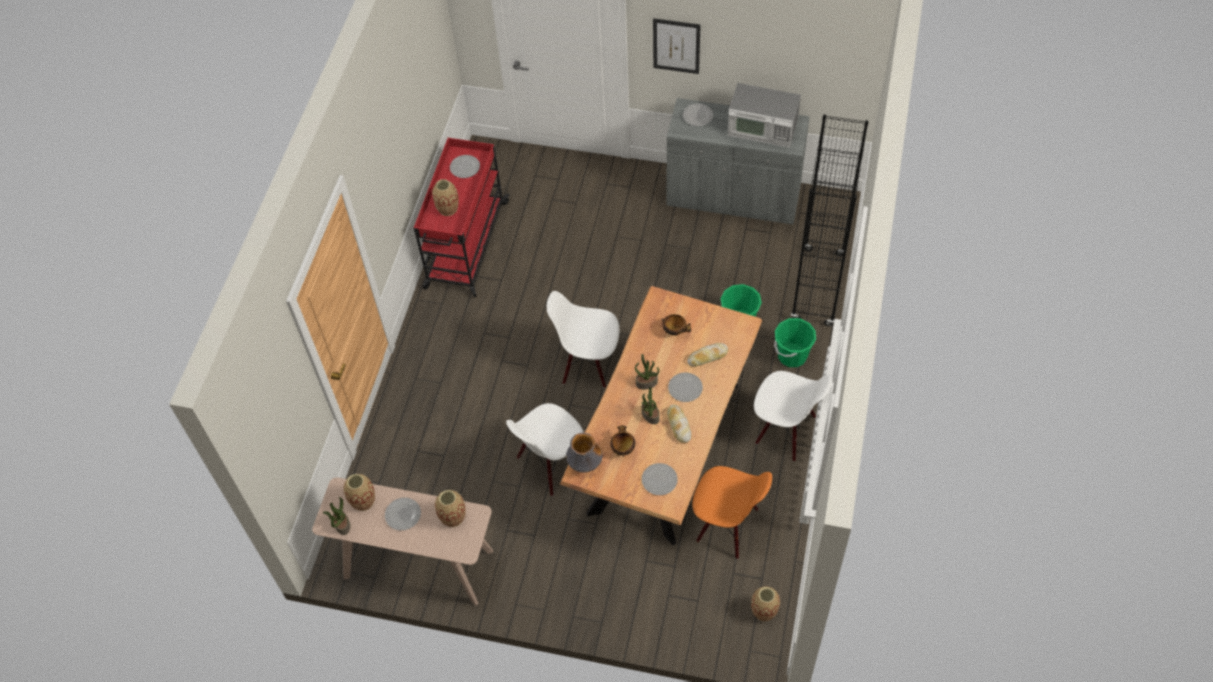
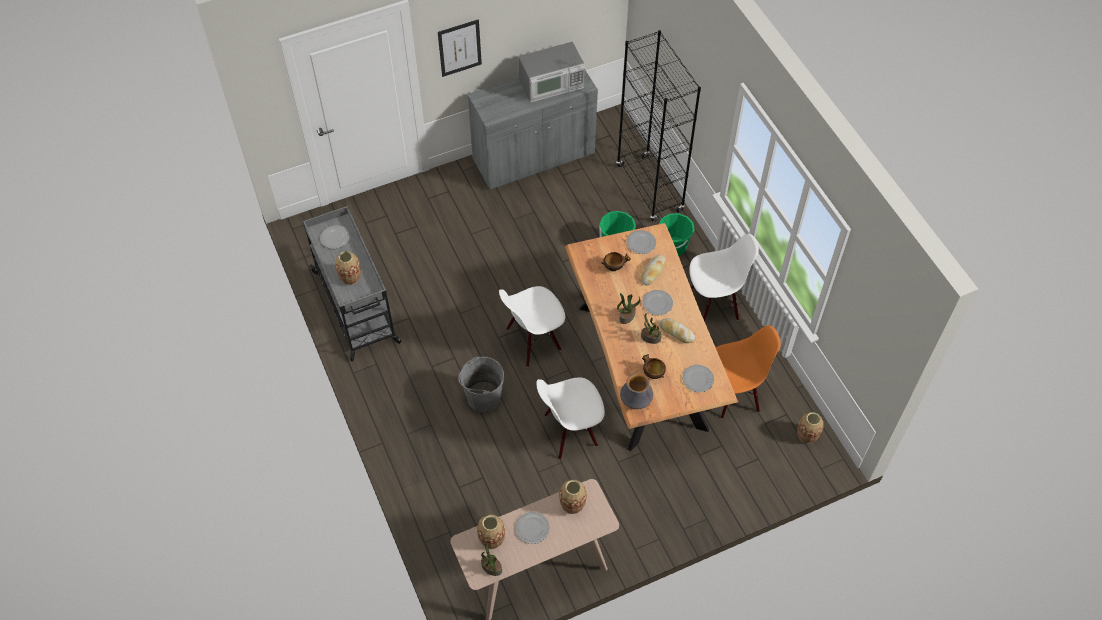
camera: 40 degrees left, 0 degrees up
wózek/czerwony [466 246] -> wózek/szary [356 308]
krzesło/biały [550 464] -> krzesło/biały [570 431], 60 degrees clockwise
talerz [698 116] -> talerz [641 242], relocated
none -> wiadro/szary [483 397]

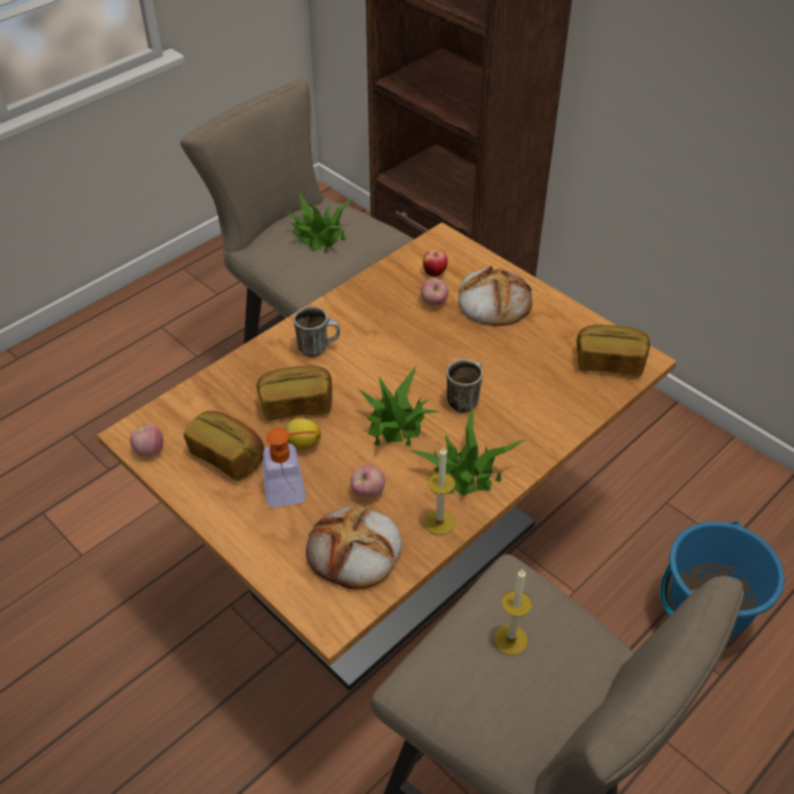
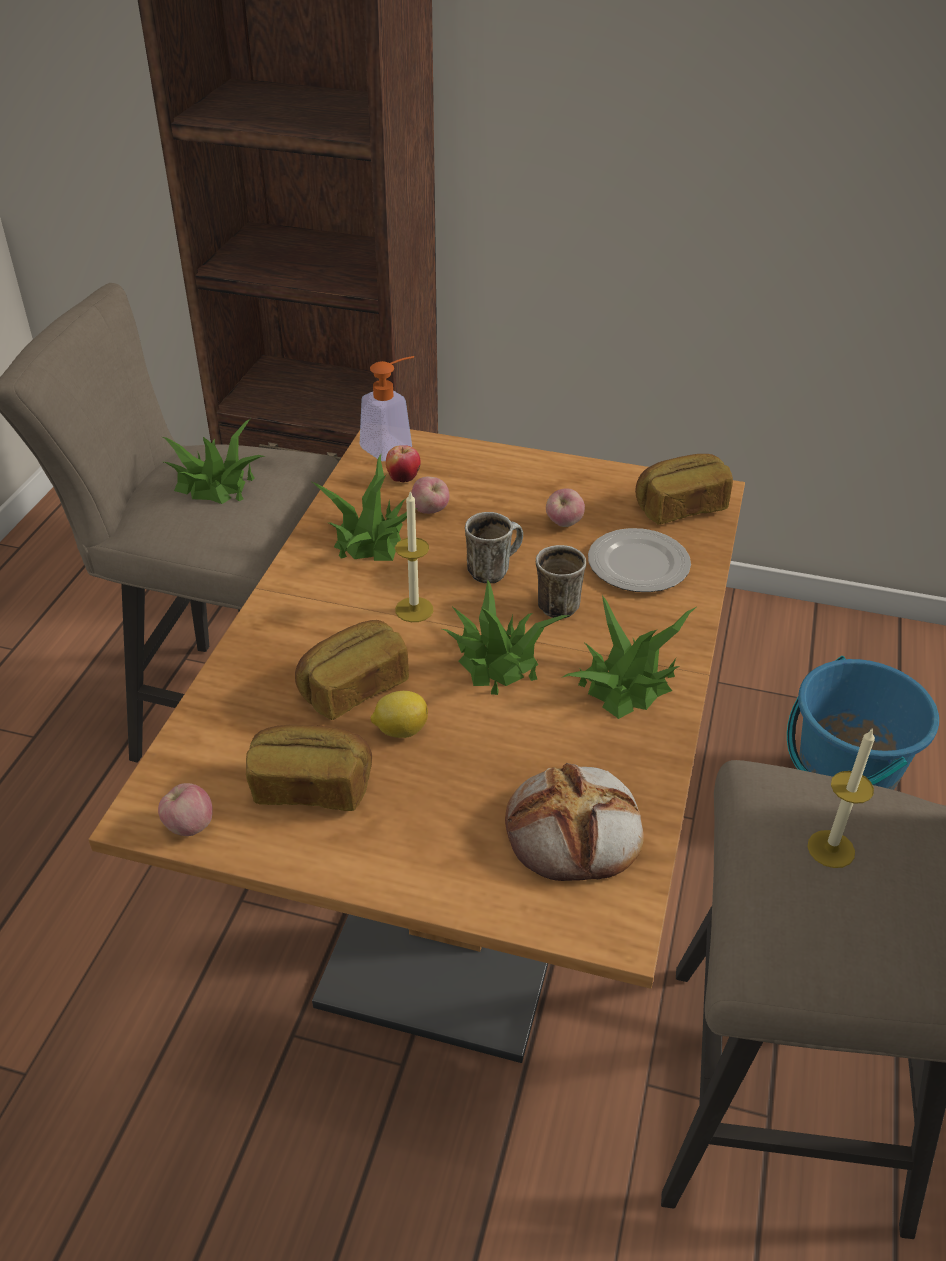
camera: 30 degrees left, 5 degrees down
dozownik mydła [293 491] -> dozownik mydła [393 445], relocated
kubek [318 347] -> kubek [493 569], relocated
jabłko [368 492] -> jabłko [564 524], relocated
świeca [439 522] -> świeca [414 609], relocated
chleb [493 301] -> none
none -> roślina doniczkowa [370 537]
none -> talerz [637 565]

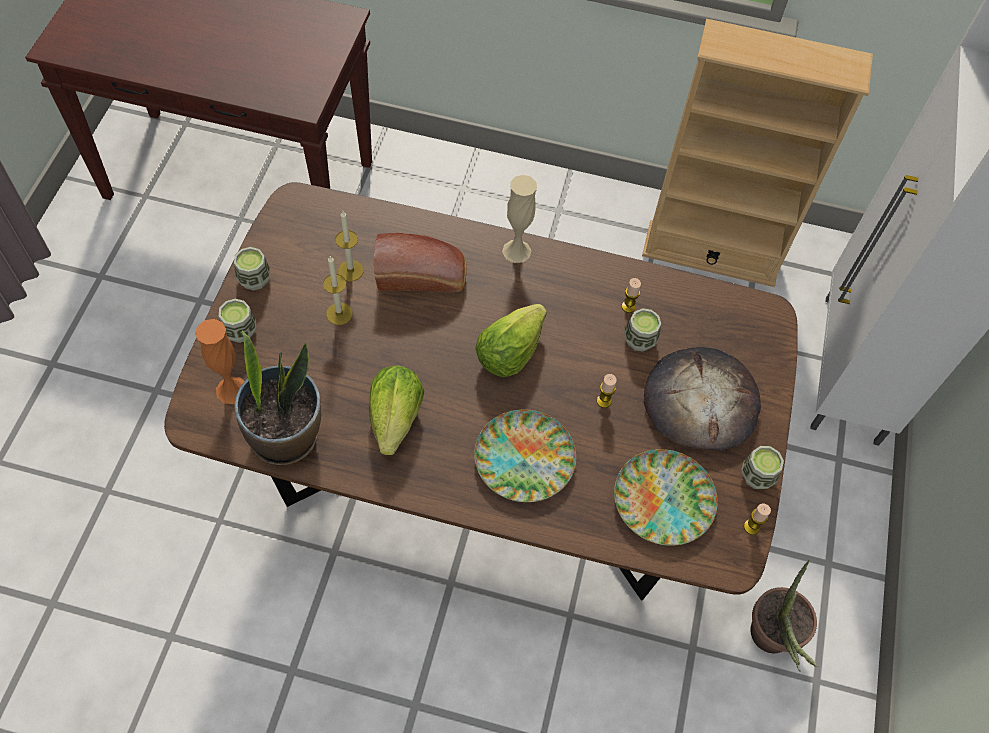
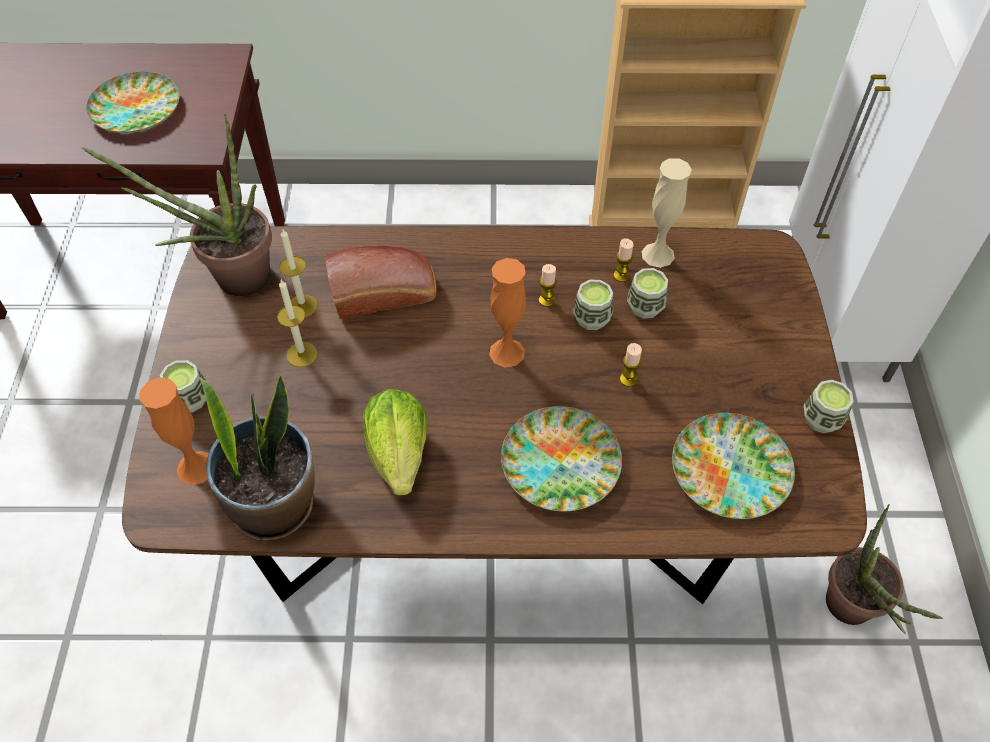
camera: 10 degrees left, 5 degrees down
filiżanka [254 279] -> filiżanka [591 318], relocated
sałata [509 353] -> wazon/pomarańczowy [507 352]
wazon/beżowy [516 251] -> wazon/beżowy [658 254], relocated
chleb [700 401] -> none
świeca [751 527] -> świeca [546 300], relocated
none -> roślina doniczkowa [231 279]
none -> talerz [136 109]

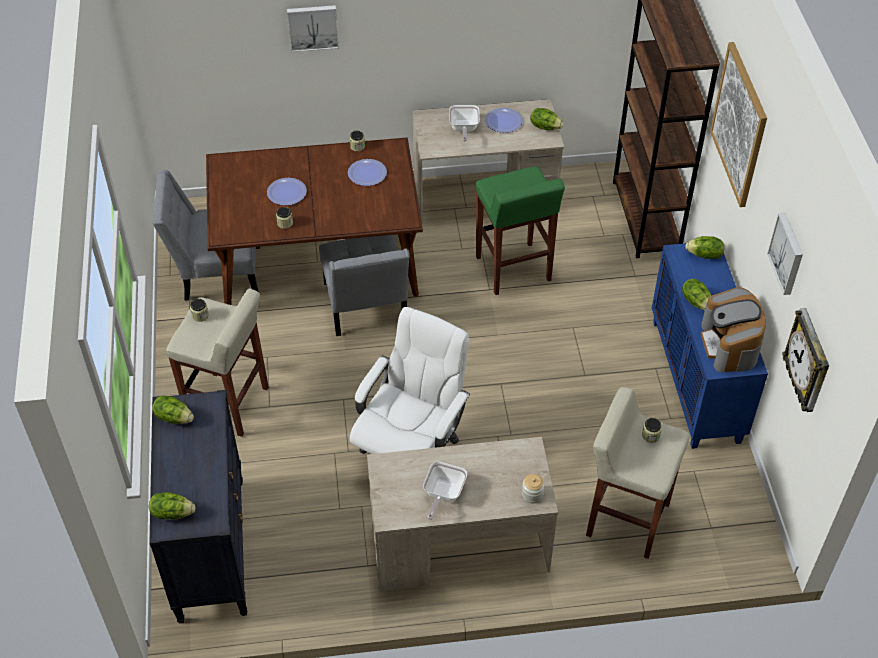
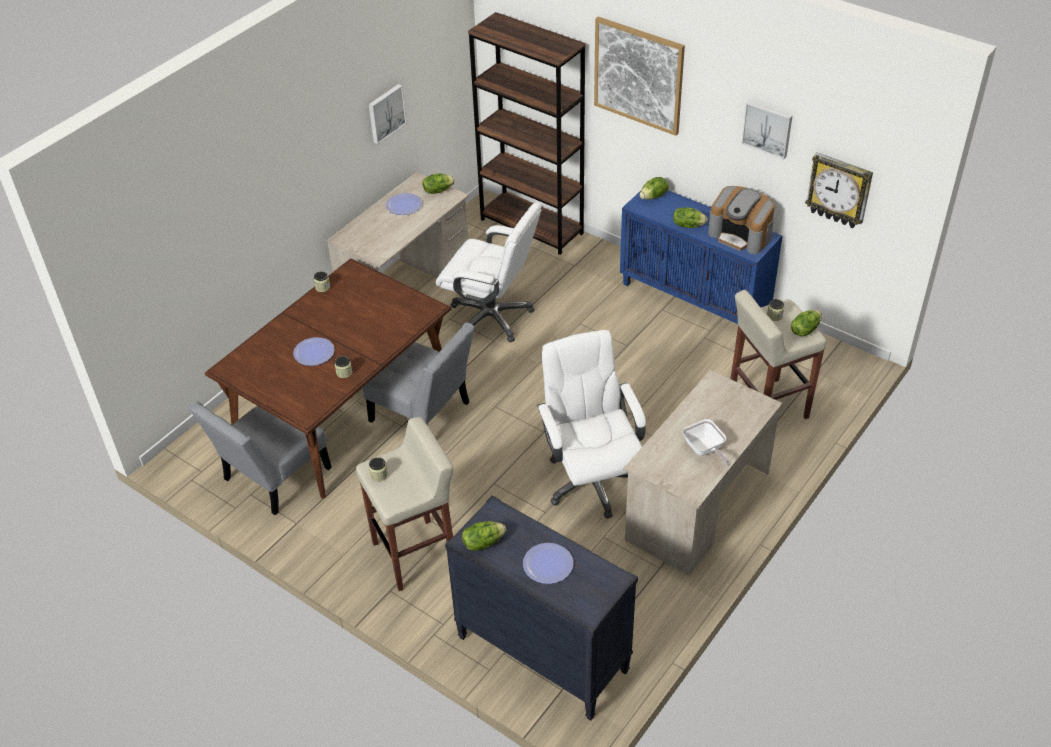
camera: 45 degrees left, 5 degrees down
sałata [172 512] -> sałata [804 330], relocated
obraz [313 27] -> obraz [385 113], relocated
talerz [367 173] -> talerz [547 564], relocated
patelnia [463 129] -> none
stołek/zielony [513 270] -> krzesło biurowe/biały [492 317]
słoik [532 495] -> none

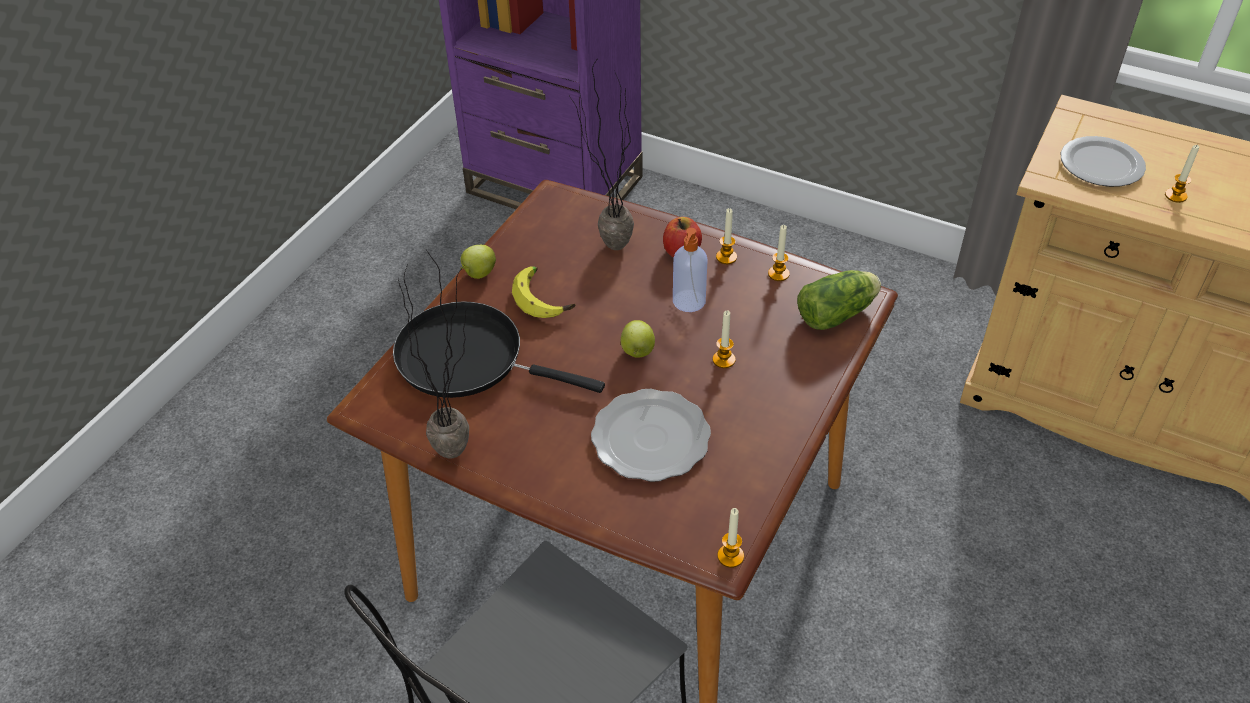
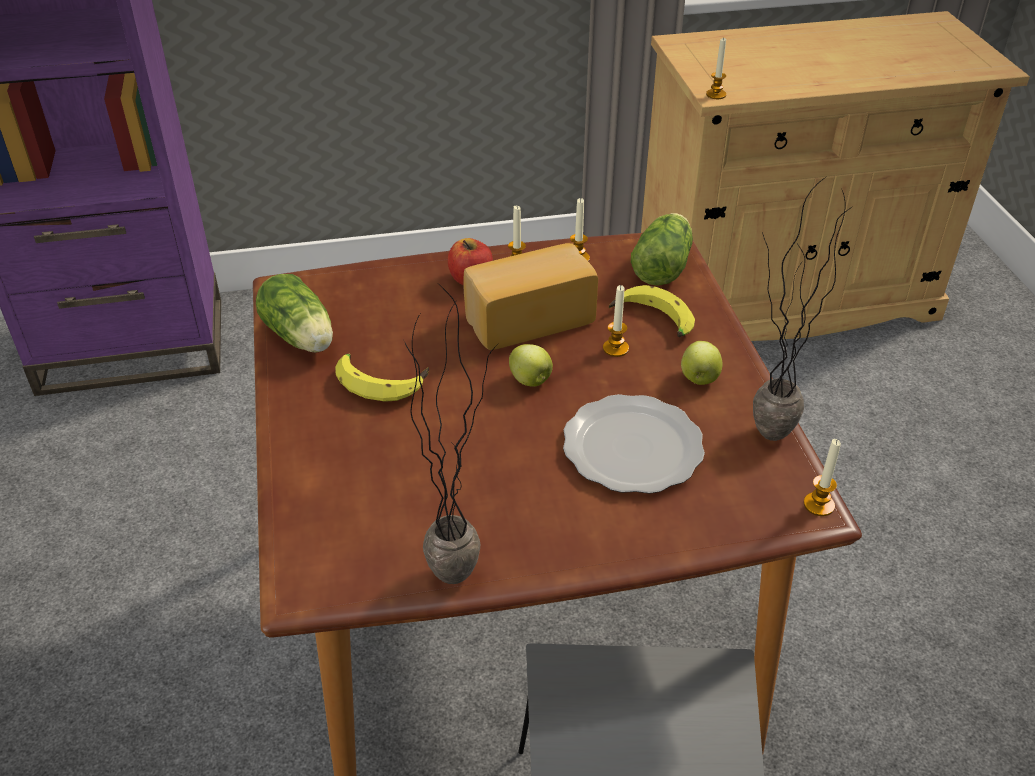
camera: 40 degrees left, 5 degrees down
patelnia/czarny [469 358] -> none
jabłko [478 273] -> jabłko [699 379], relocated
roślina doniczkowa [605 245] -> roślina doniczkowa [760 440], relocated
dozownik mydła [688 302] -> chleb [527 317]
talerz [1102 164] -> none
świeca [1175 196] -> świeca [716 94], relocated
none -> sałata [301 338]
none -> banan [652 322]

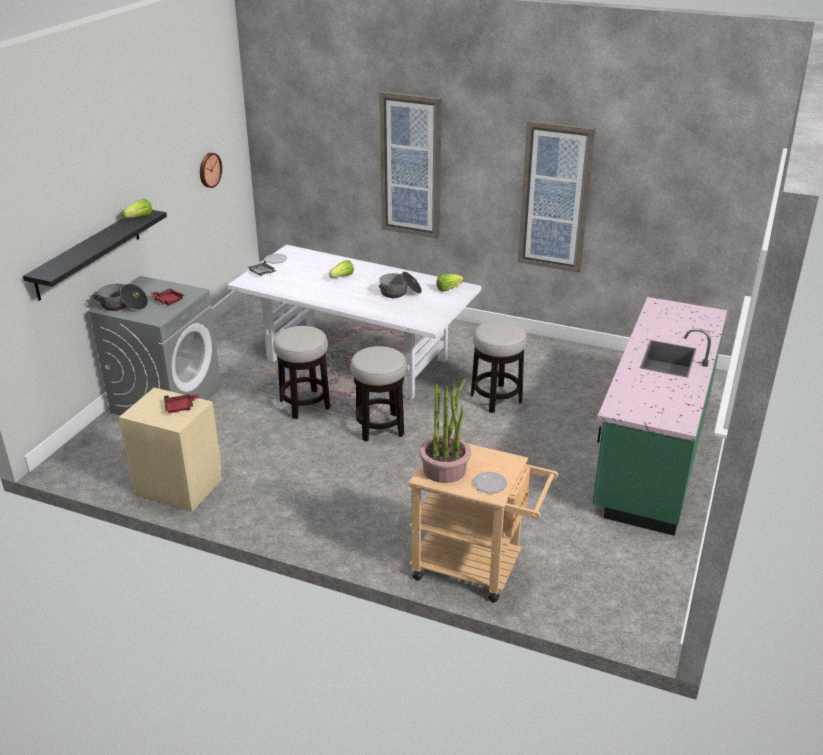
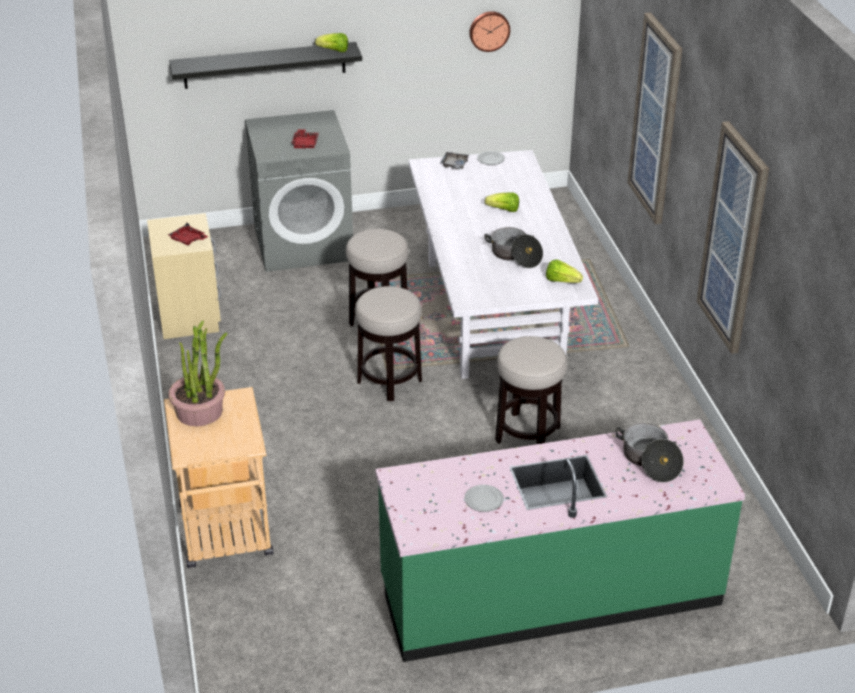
camera: 55 degrees right, 5 degrees up
garnek [123 305] -> garnek [649 461], relocated
talerz [489 484] -> talerz [483 500], relocated

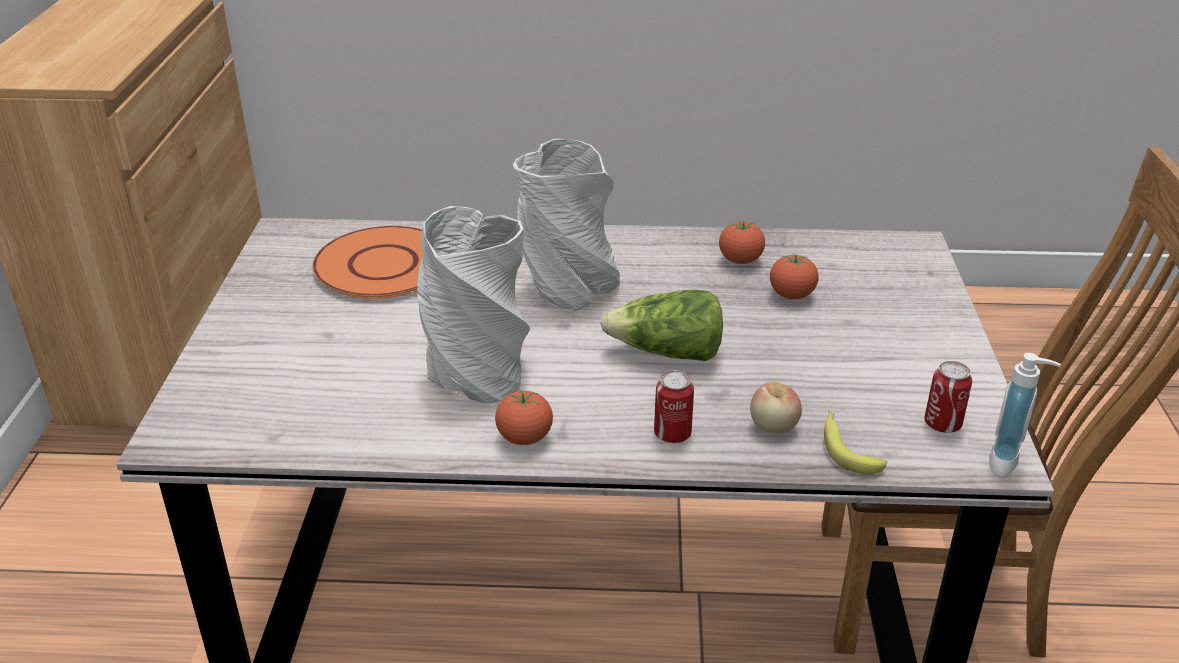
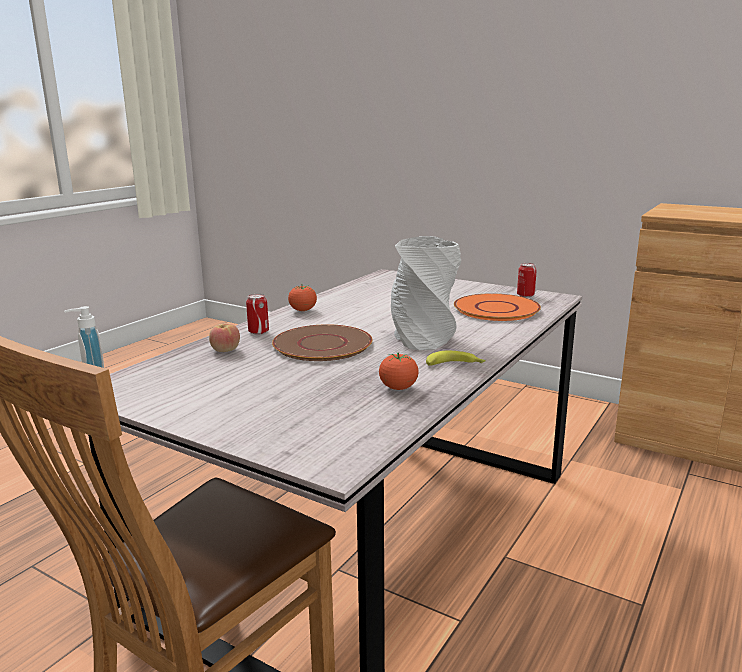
camera: 120 degrees right, 15 degrees down
wazon/szary [476 370] -> none
sałata [667 353] -> talerz/brązowy [321 345]
pomidor [791 295] -> none
banan [847 448] -> banan [456 365], relocated
puszka [942 424] -> puszka [525 295], relocated

